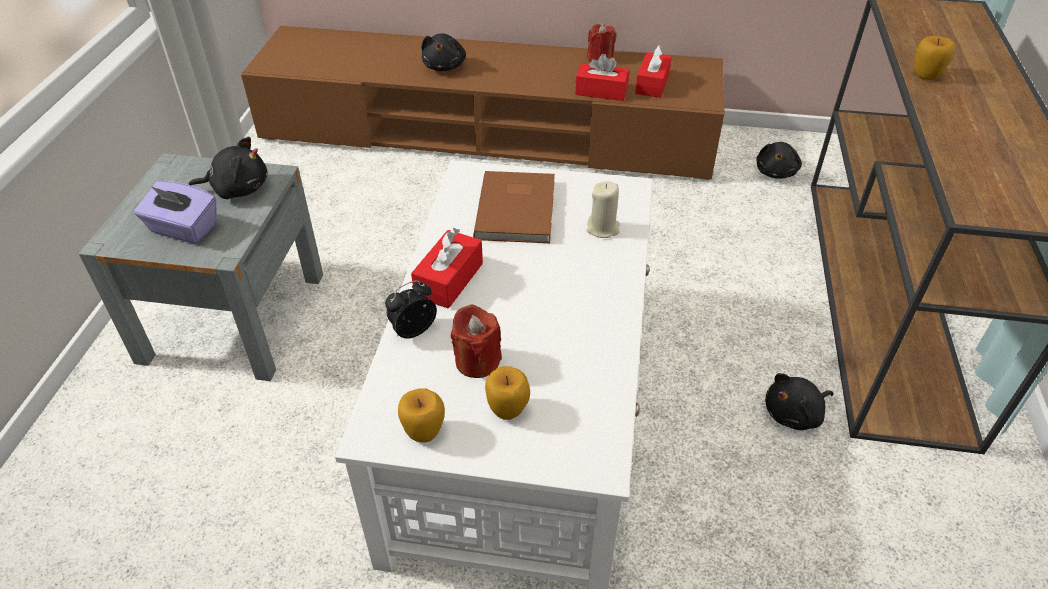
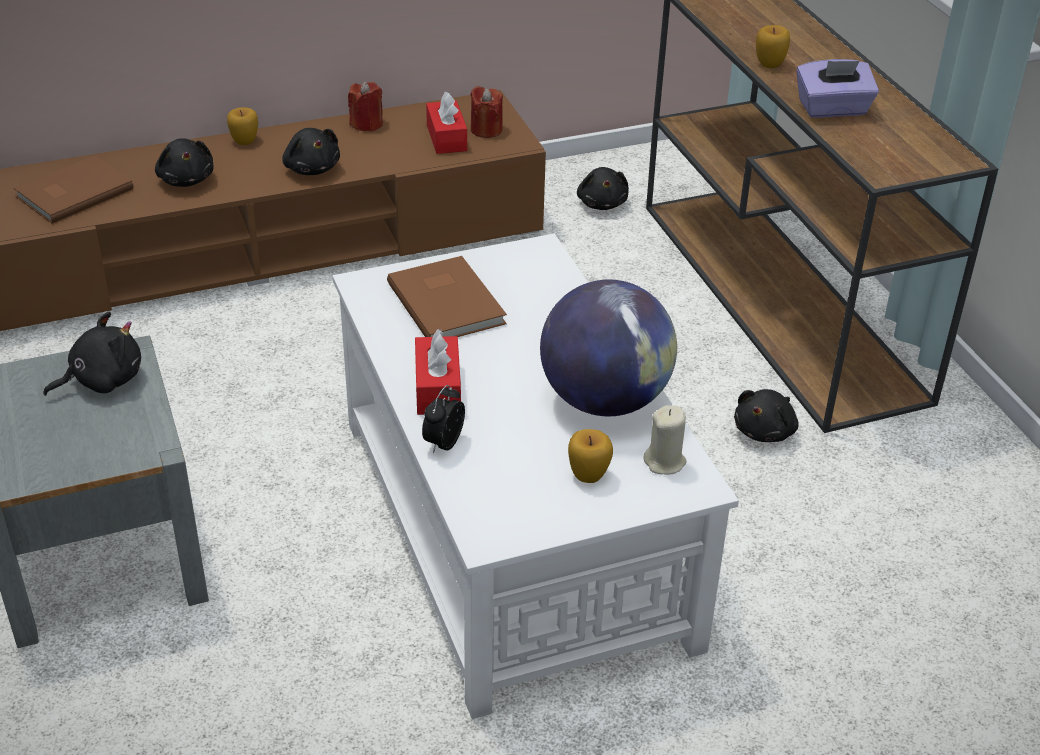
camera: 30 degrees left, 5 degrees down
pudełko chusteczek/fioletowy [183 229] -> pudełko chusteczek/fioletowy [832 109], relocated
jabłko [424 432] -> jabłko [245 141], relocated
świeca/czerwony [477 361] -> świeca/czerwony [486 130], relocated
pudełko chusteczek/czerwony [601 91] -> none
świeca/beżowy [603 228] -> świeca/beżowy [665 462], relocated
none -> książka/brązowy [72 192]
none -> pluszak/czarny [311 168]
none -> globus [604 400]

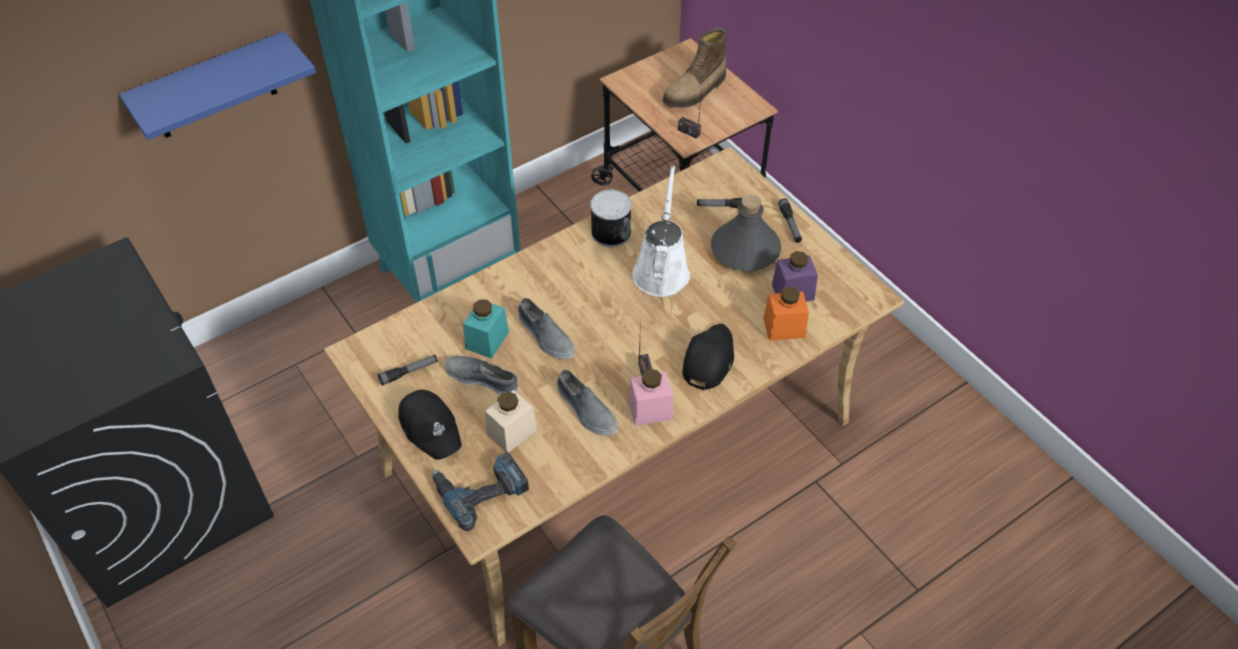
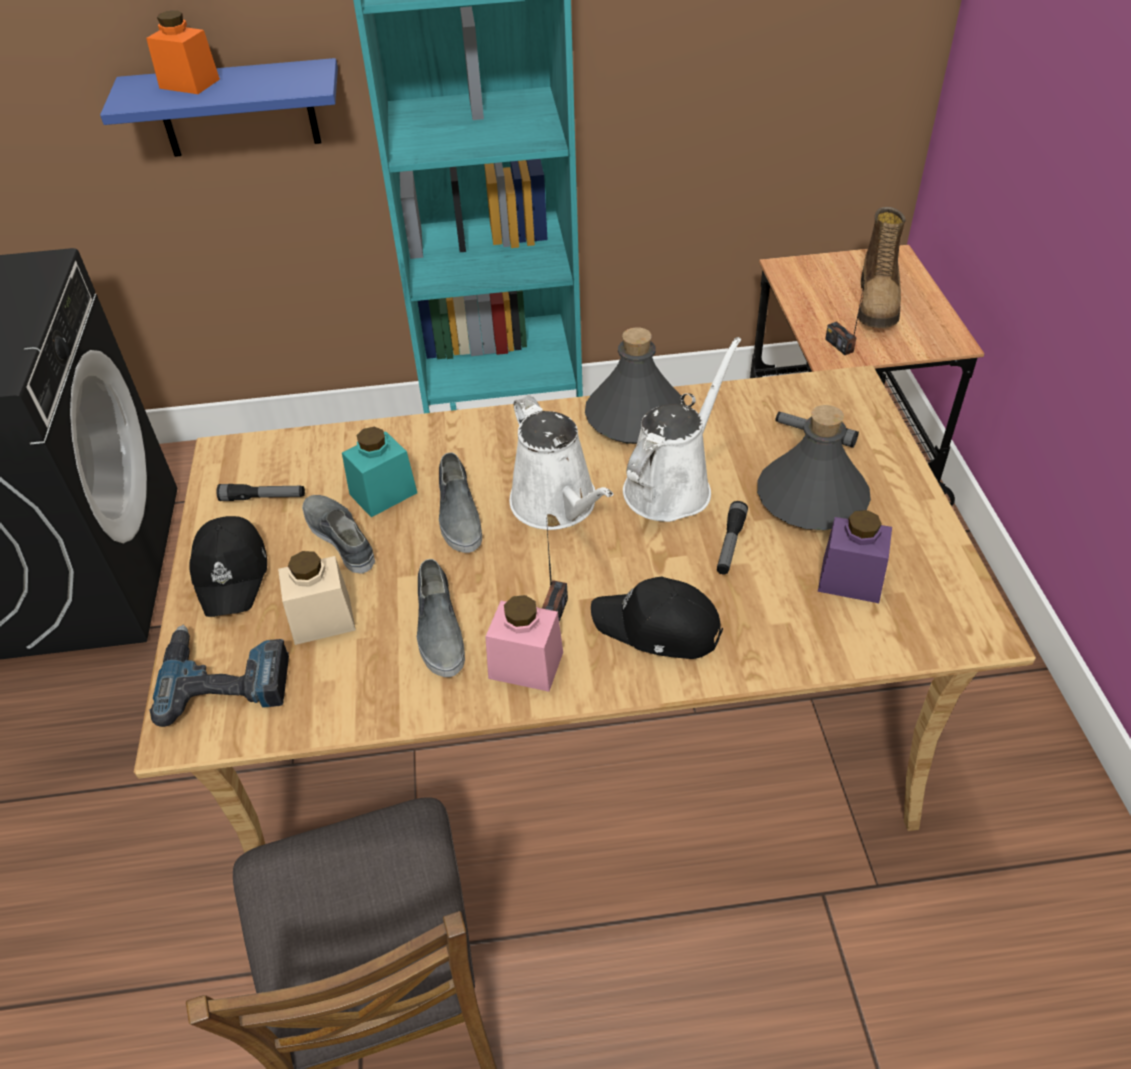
camera: 30 degrees right, 5 degrees down
puszka [610 232] -> butelka/szary [635 417]
but z cholewką [696 91] -> but z cholewką [878 303], 60 degrees counterclockwise
czapka z daszkiem/czarny [708 360] -> czapka z daszkiem/czarny [657 628], 120 degrees counterclockwise
słoik/pomarańczowy [784 327] -> słoik/pomarańczowy [189 84], relocated
latarka [790 225] -> latarka [730 544], relocated
none -> konewka/biały [557 505]

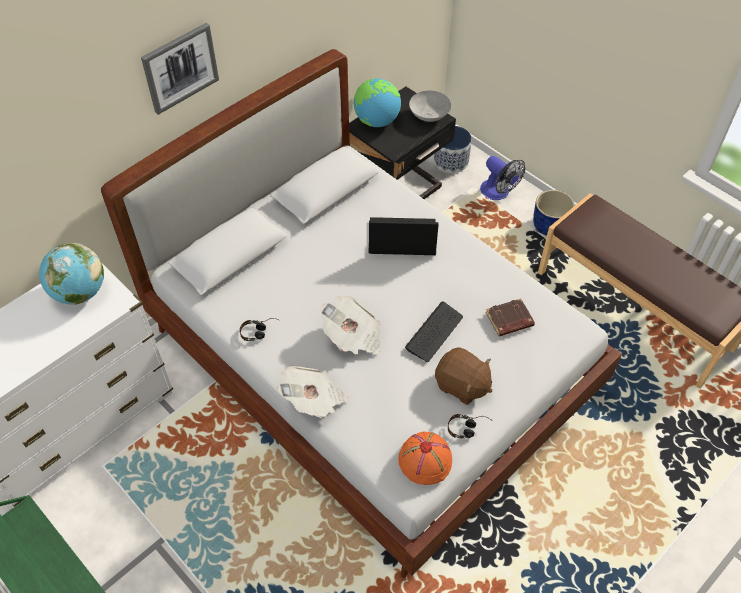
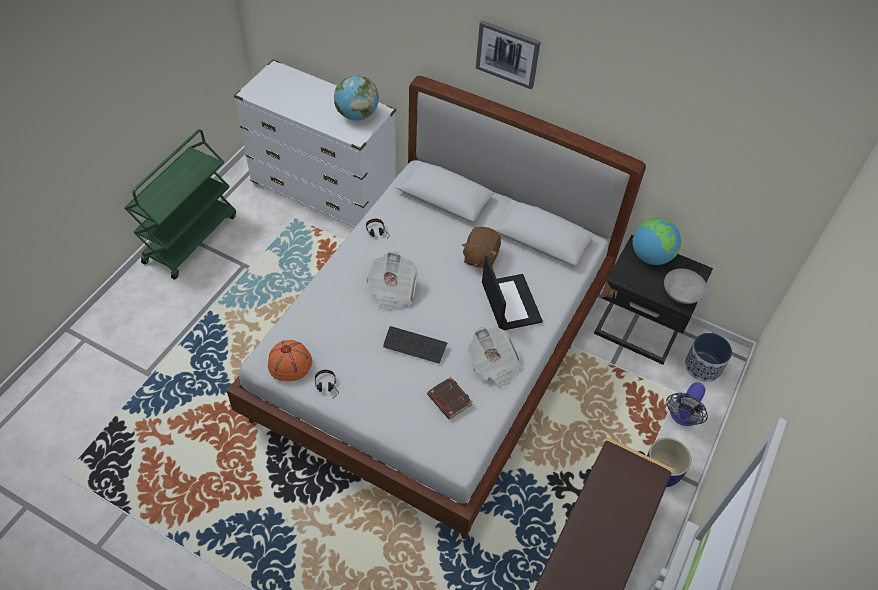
camera: 70 degrees right, 0 degrees up
gazeta [314 400] -> gazeta [493 366], relocated
pluszak/brązowy [462 385] -> pluszak/brązowy [480 257], relocated

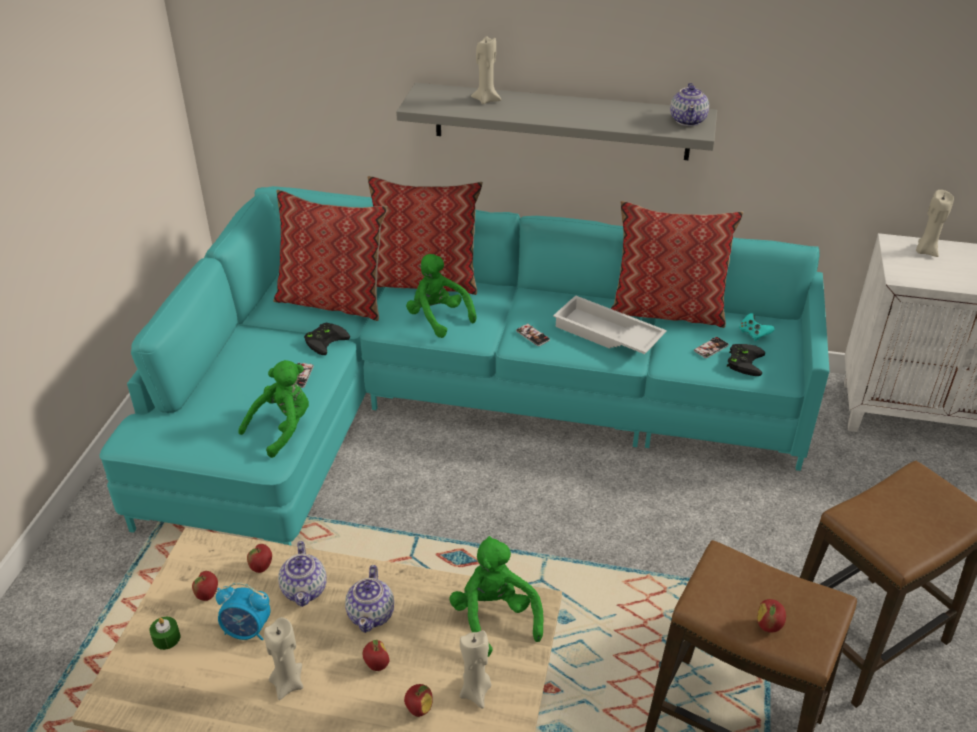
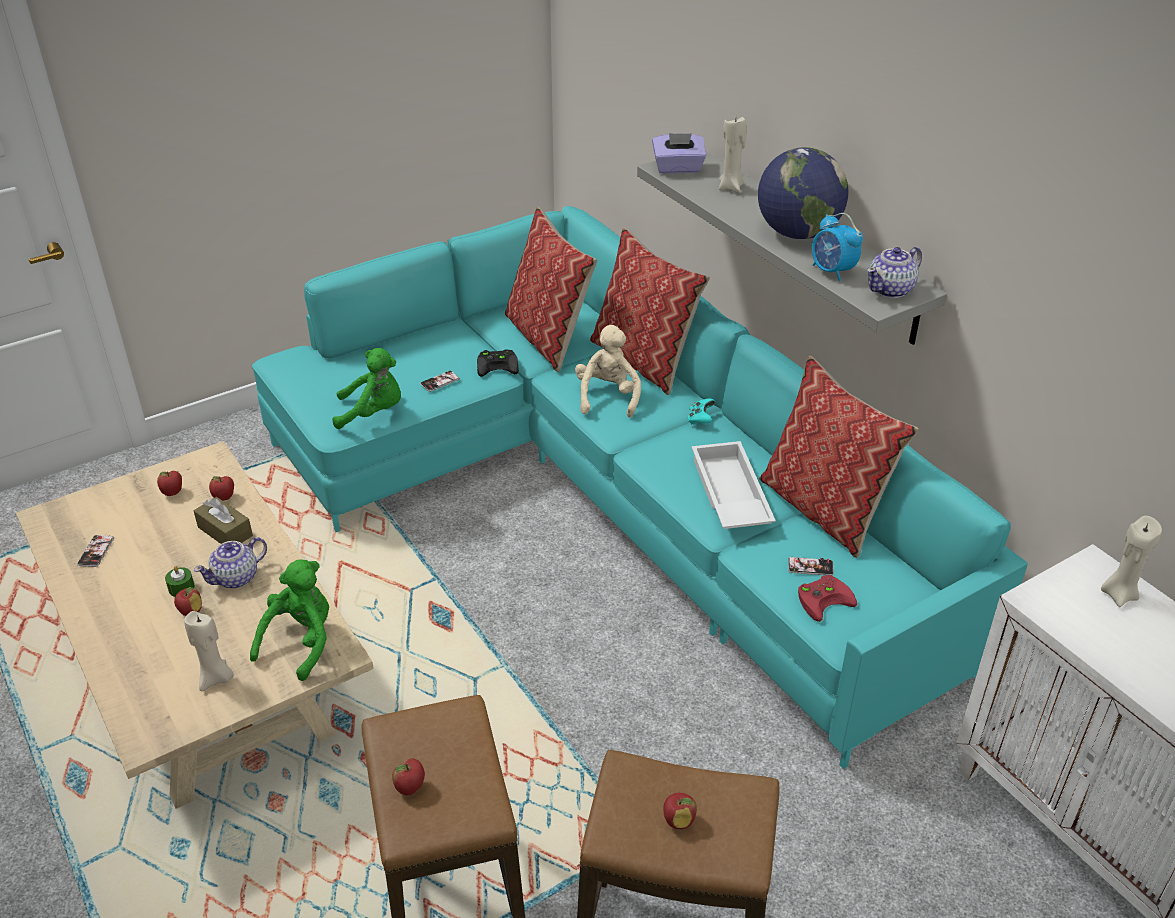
camera: 45 degrees right, 0 degrees up
świeca/zielony [166 638] -> świeca/zielony [181 588], relocated
budzik [247 631] -> budzik [832 271], relocated
świeca/beżowy [288 683] -> none
imbryk [305 590] -> pudełko chusteczek/brązowy [225 531]
jabłko [419 709] -> jabłko [678 821], relocated
pluszak/zielony [438 318] -> pluszak/beżowy [608 397]
telefon [532 335] -> telefon [96 551], relocated
pad do gier/czarny [743 361] -> pad do gier/czerwony [824 598]
pad do gier/turkusowy [753 334] -> pad do gier/turkusowy [700 419], relocated
none -> pudełko chusteczek/fioletowy [678 168]
none -> globus [797 233]

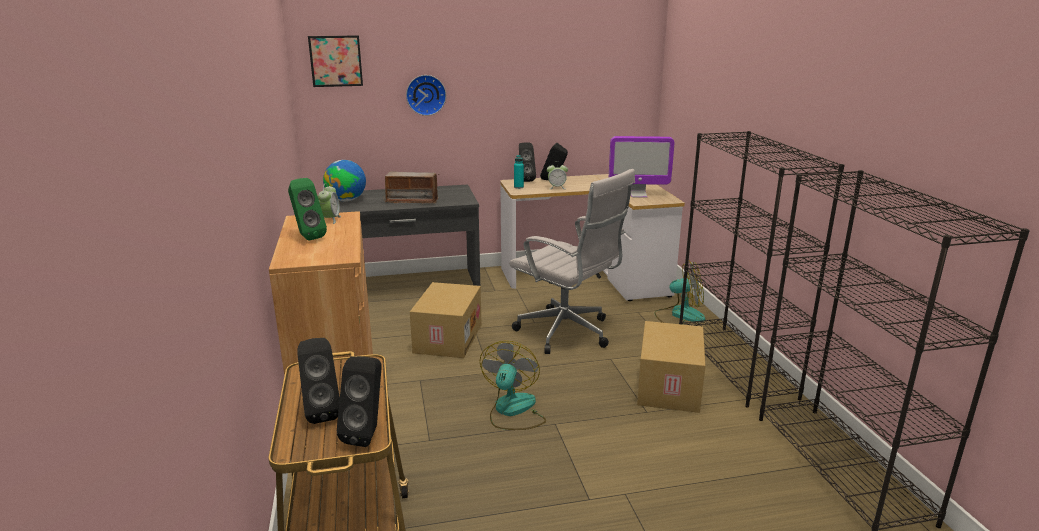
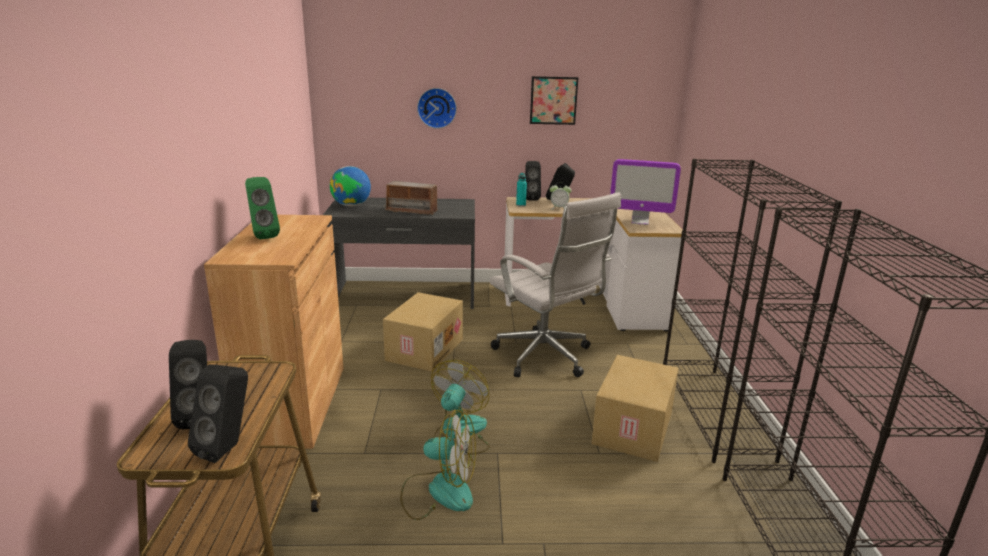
camera: 10 degrees right, 0 degrees up
obraz [336 61] -> obraz [553 100], relocated
budzik [330 219] -> none
wentylator [679 315] -> wentylator [439 491], relocated

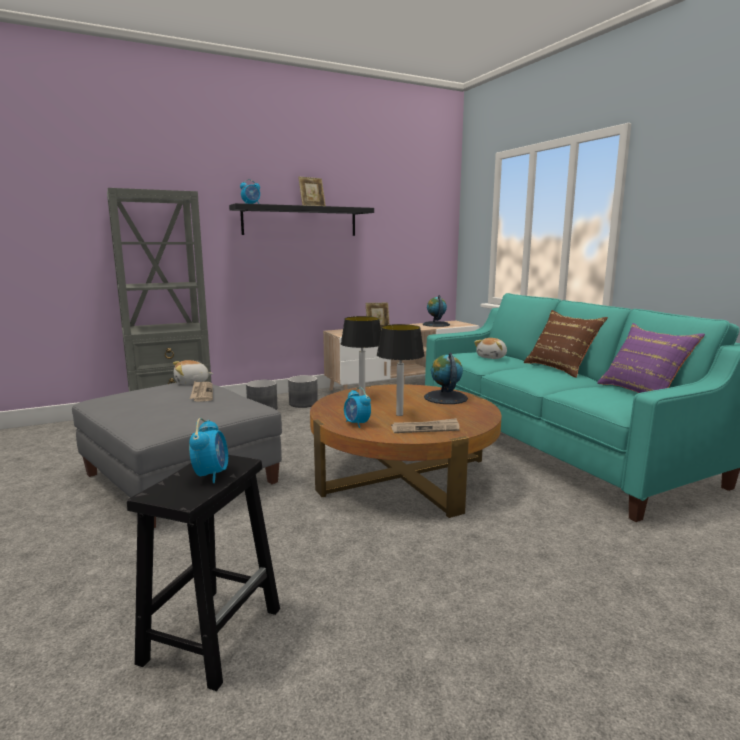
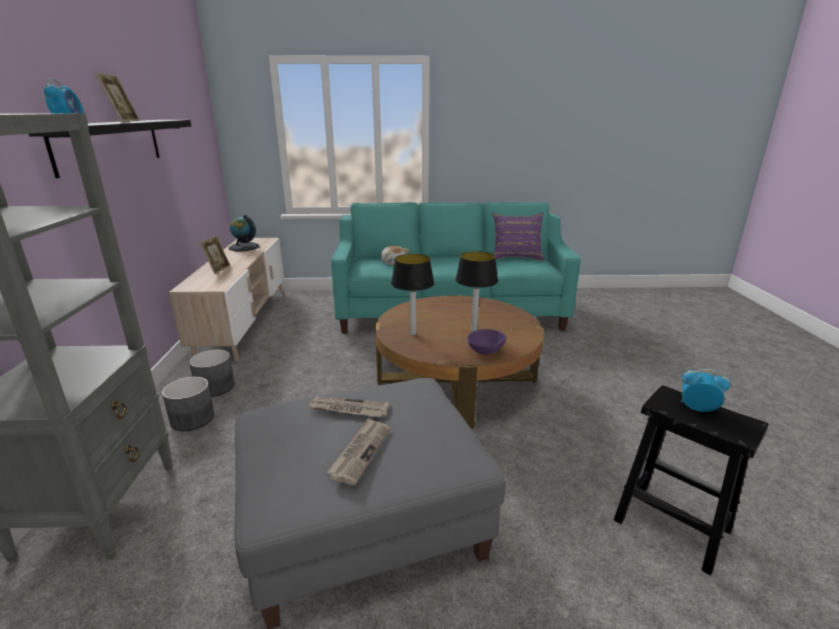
camera: 65 degrees left, 10 degrees up
pluszak [192 382] -> none
budzik [357 424] -> miska/fioletowy [486 350]
gazeta [425 428] -> gazeta [360 452], relocated
globus [445 398] -> none
poduszka/brązowy [560 368] -> none

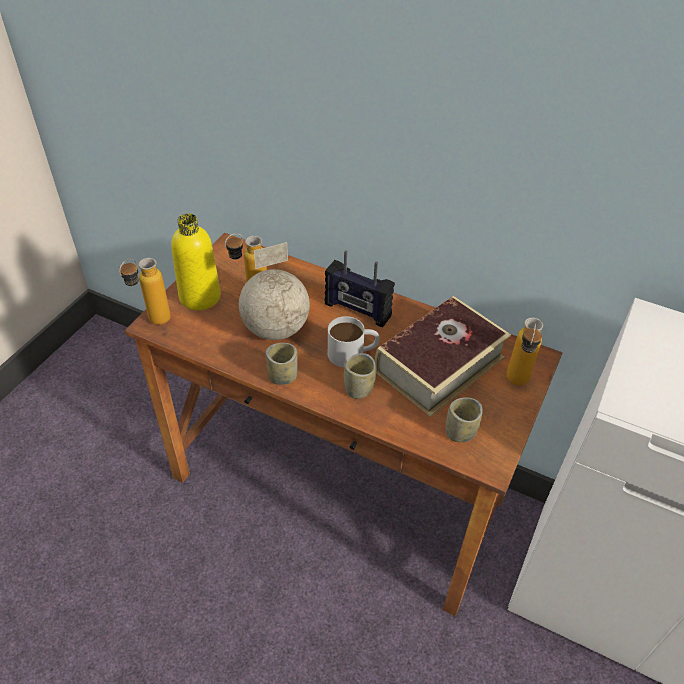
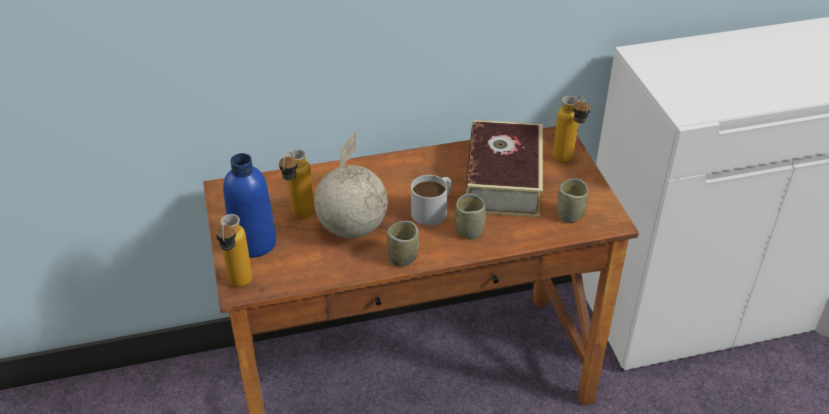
camera: 40 degrees left, 5 degrees down
butelka/żółty [200 297] -> butelka/niebieski [253 242]
radio [357 310] -> none

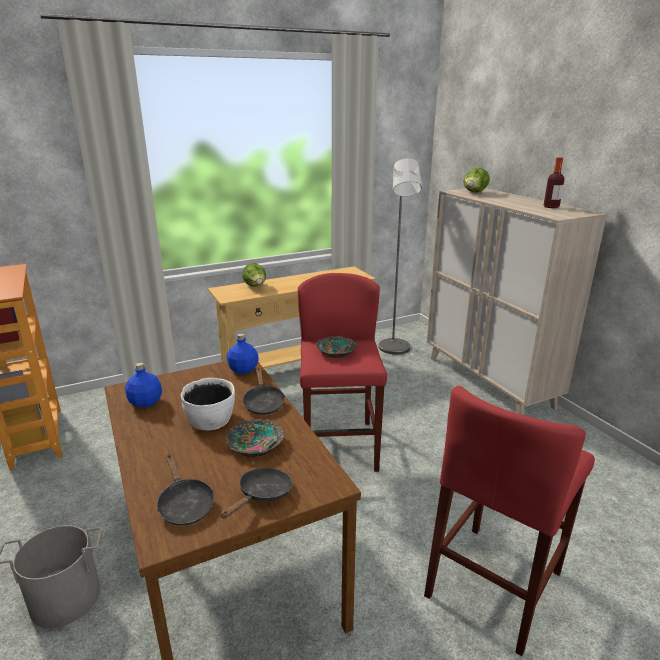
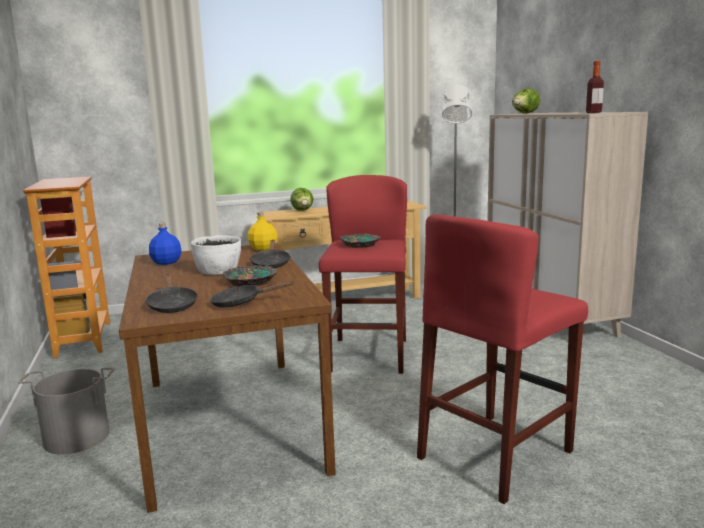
camera: 10 degrees right, 10 degrees down
patelnia/czarny [262 495] -> patelnia/czarny [241 303], 135 degrees counterclockwise
butelka/niebieski [243 370] -> butelka/żółty [262 249]

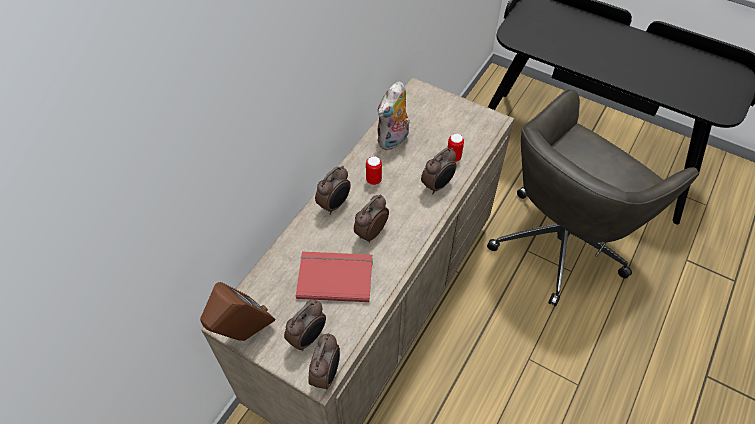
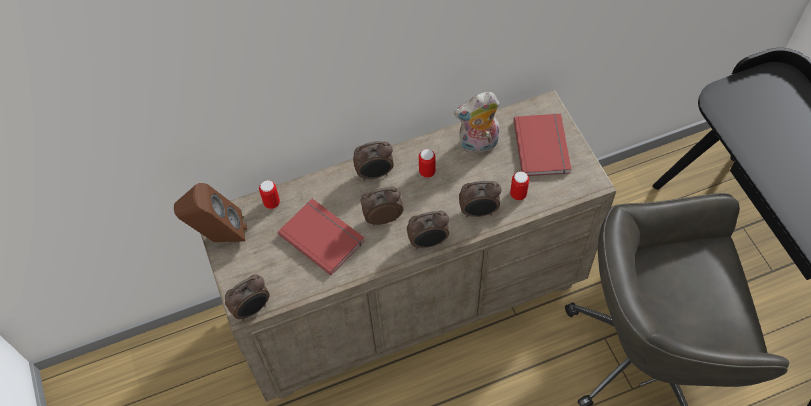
camera: 40 degrees right, 5 degrees up
budzik [308 338] -> budzik [428 242], relocated
none -> puszka [271 203]
none -> książka/czerwony [543 146]

